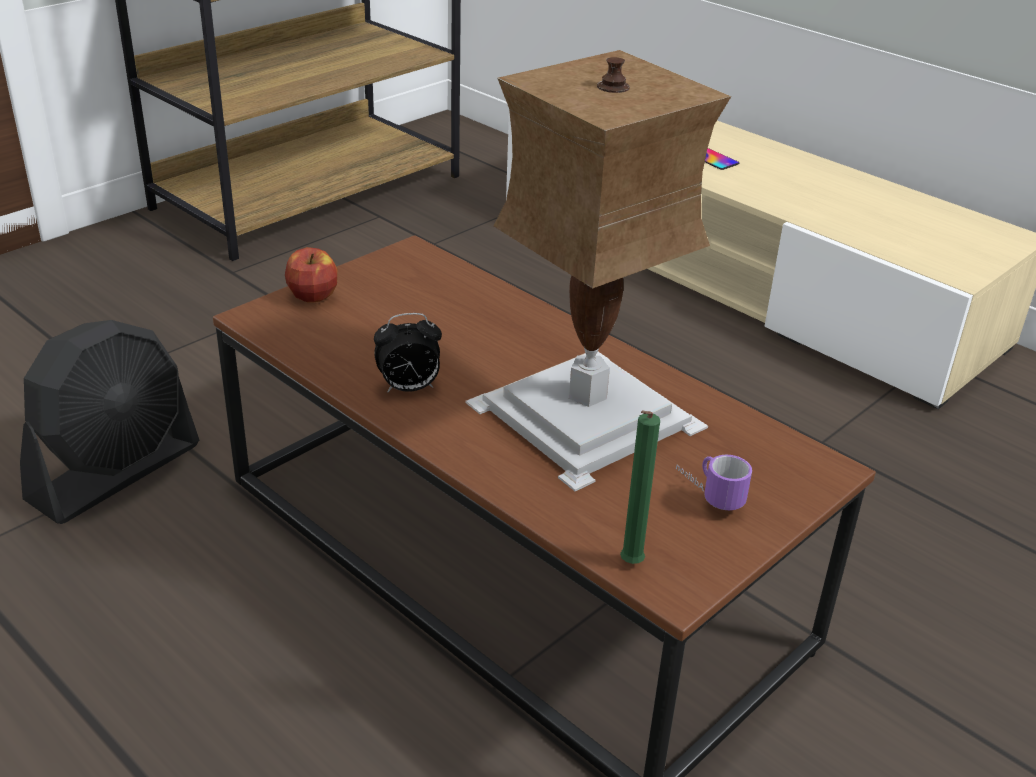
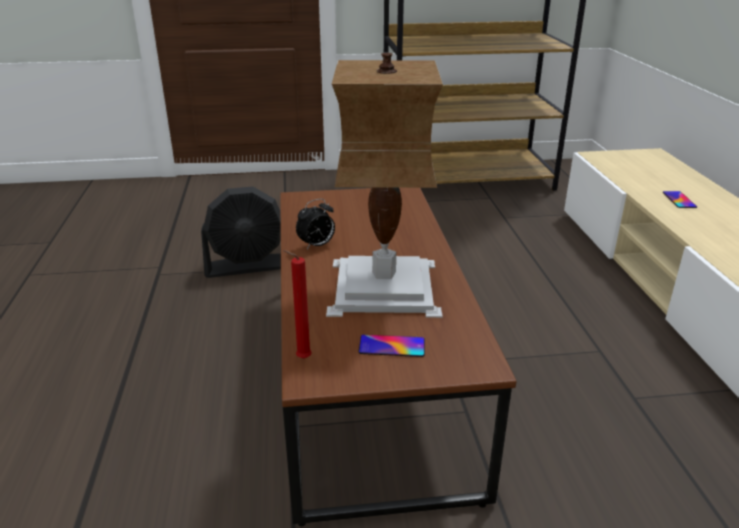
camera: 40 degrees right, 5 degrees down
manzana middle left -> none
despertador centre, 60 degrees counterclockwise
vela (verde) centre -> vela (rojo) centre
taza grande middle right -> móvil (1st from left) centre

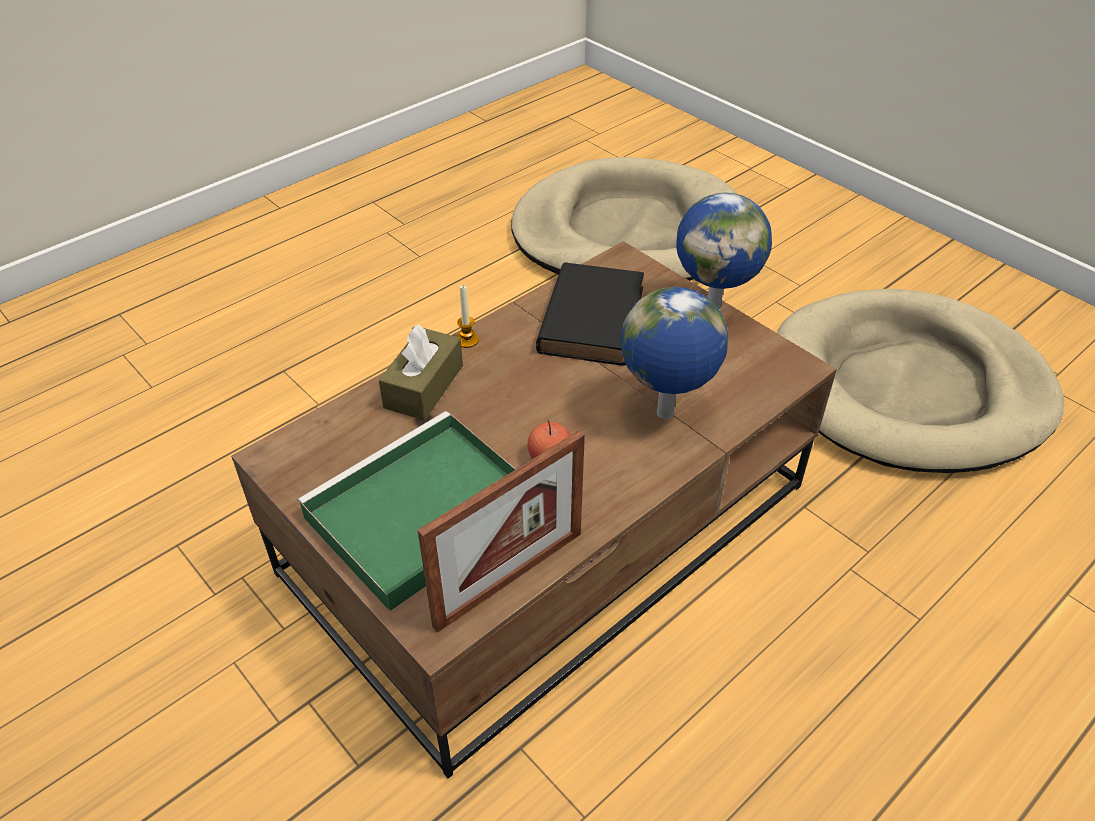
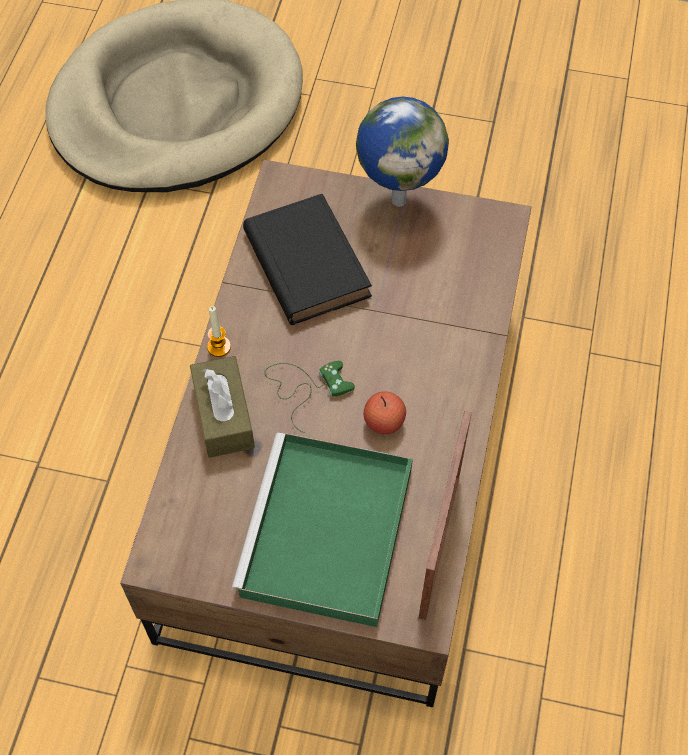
camera: 35 degrees left, 15 degrees up
globo terráqueo (1st from left) centre -> none
cama para perro (beis) (2nd from left) middle right -> none
none -> mando de consola (verde) centre

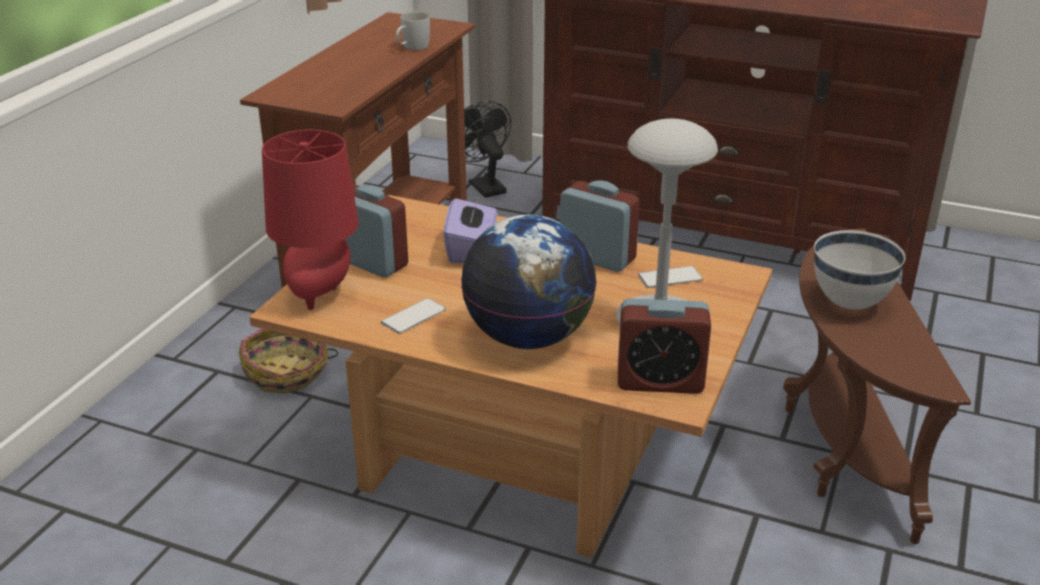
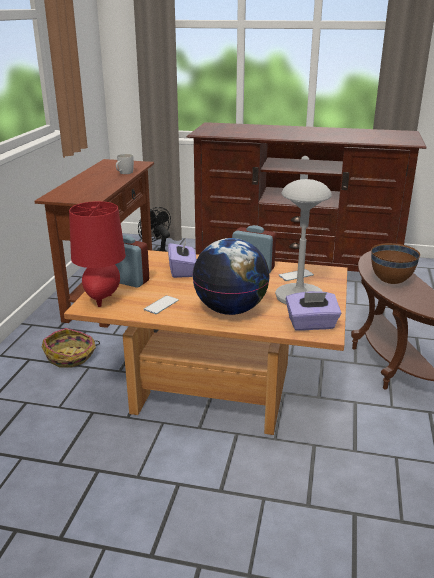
camera: 10 degrees left, 5 degrees down
cuenco (blanco) middle right -> cuenco (marrón) middle right
despertador (3rd from left) centre -> caja de pañuelos (morado) (2nd from left) middle right

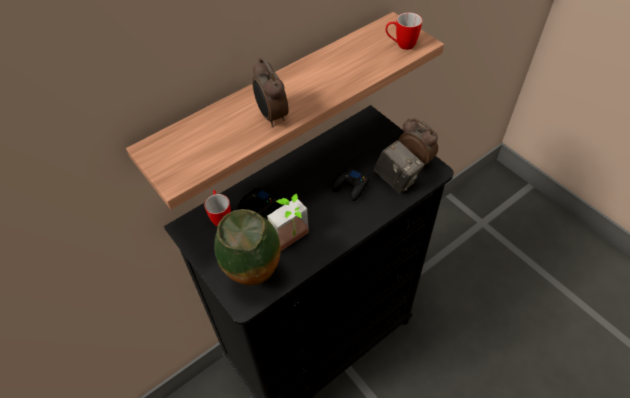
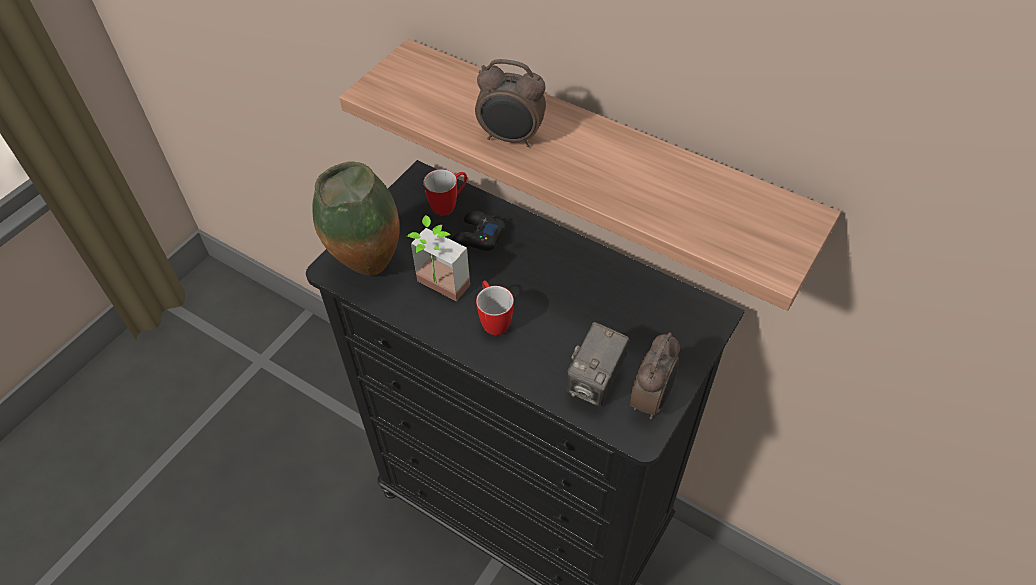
camera: 70 degrees right, 0 degrees up
taza grande (2nd from left) top centre -> taza grande (2nd from left) centre, move
despertador (1st from left) top centre, 120 degrees counterclockwise
mando de consola (negro) (2nd from left) centre -> none

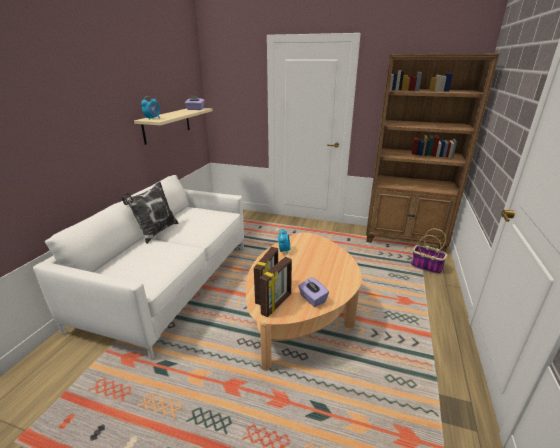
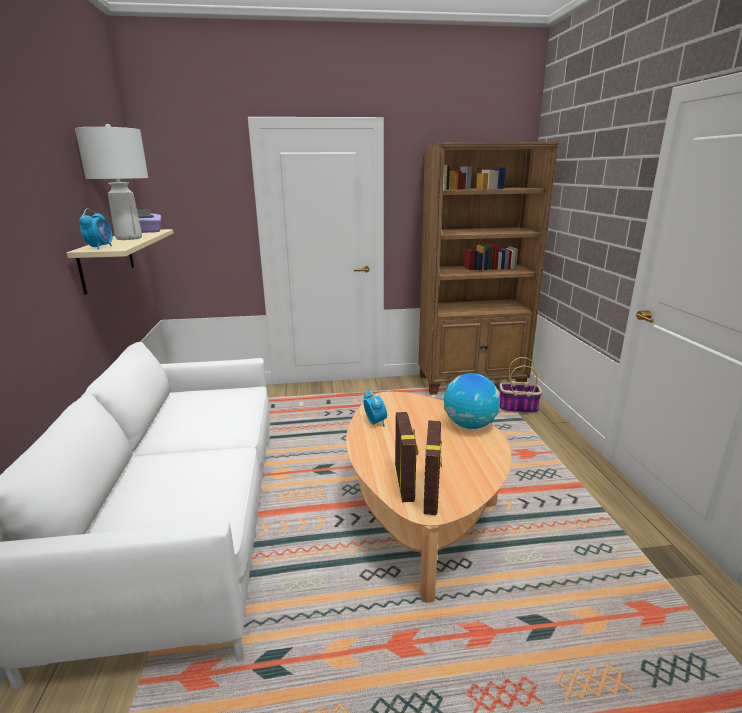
camera: 25 degrees left, 5 degrees down
cojín middle left -> none
caja de pañuelos (morado) (2nd from left) centre -> none
none -> lámpara de mesa (blanco) top left
none -> globo terráqueo centre

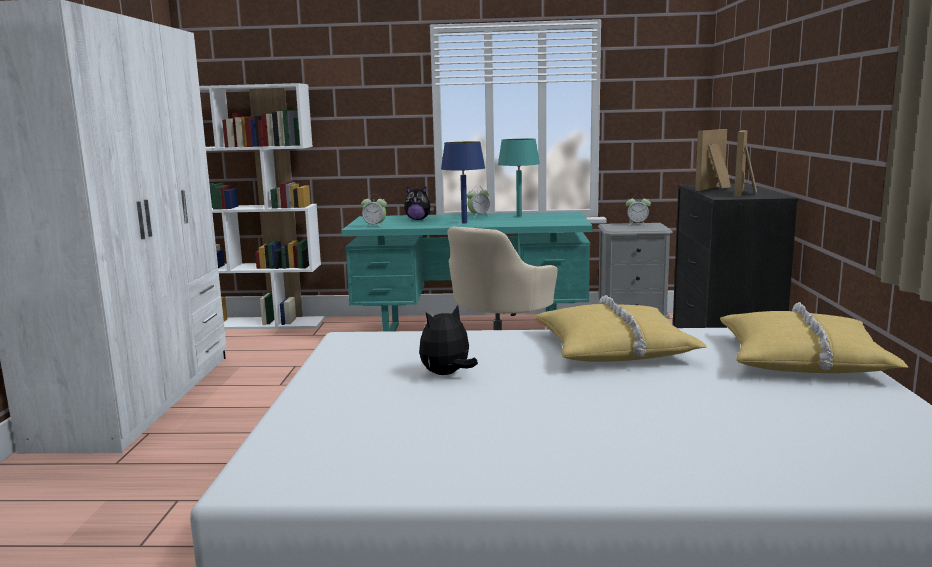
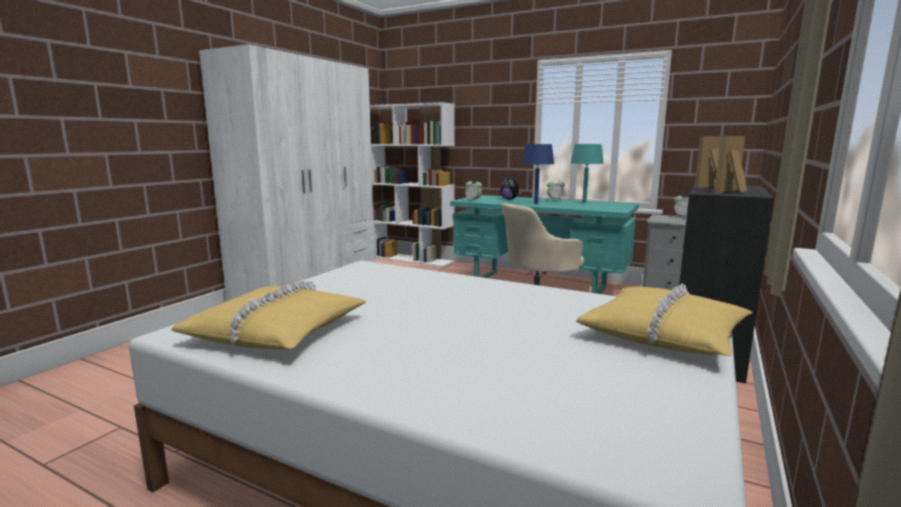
camera: 25 degrees right, 0 degrees up
cojín (amarillo) (1st from left) centre -> cojín (amarillo) (1st from left) middle left, move
peluche (2nd from left) centre -> none

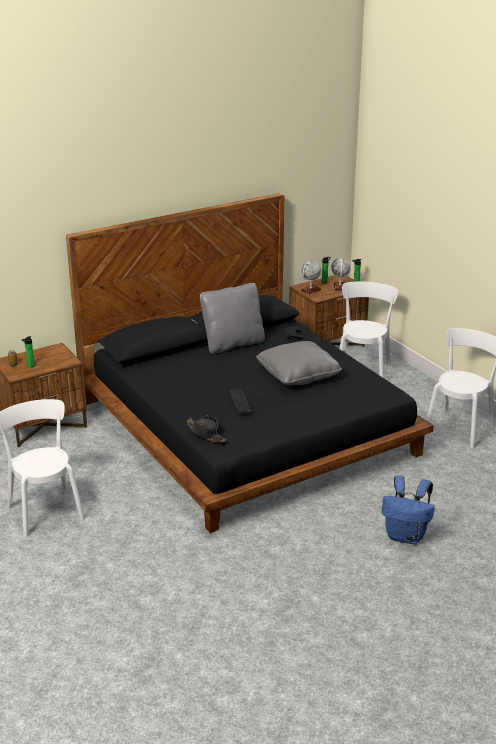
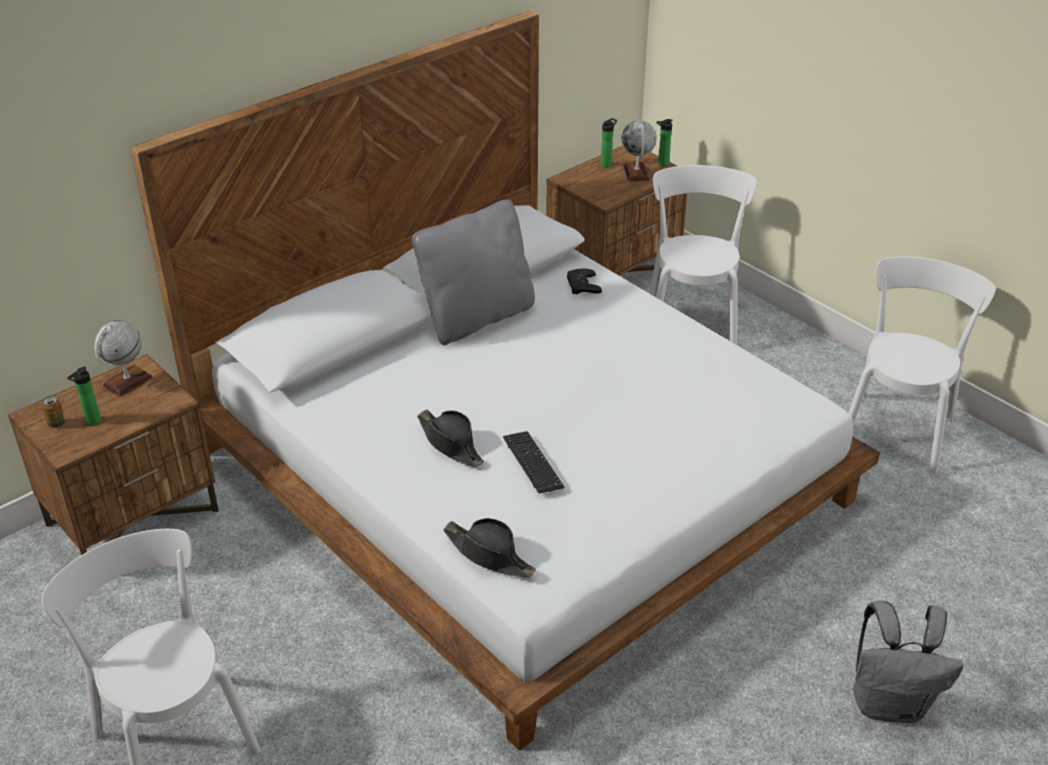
camera: 10 degrees left, 10 degrees up
cama (negro) centre -> cama (blanco) centre
globo terráqueo (1st from left) centre -> globo terráqueo (1st from left) middle left, move
cojín (gris) (2nd from left) centre -> none
mochila (azul) bottom right -> mochila (gris) bottom right
none -> sombrero (negro) (1st from left) centre

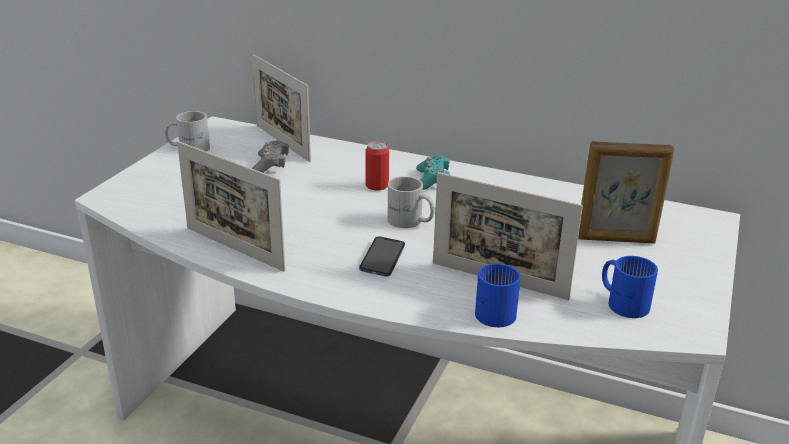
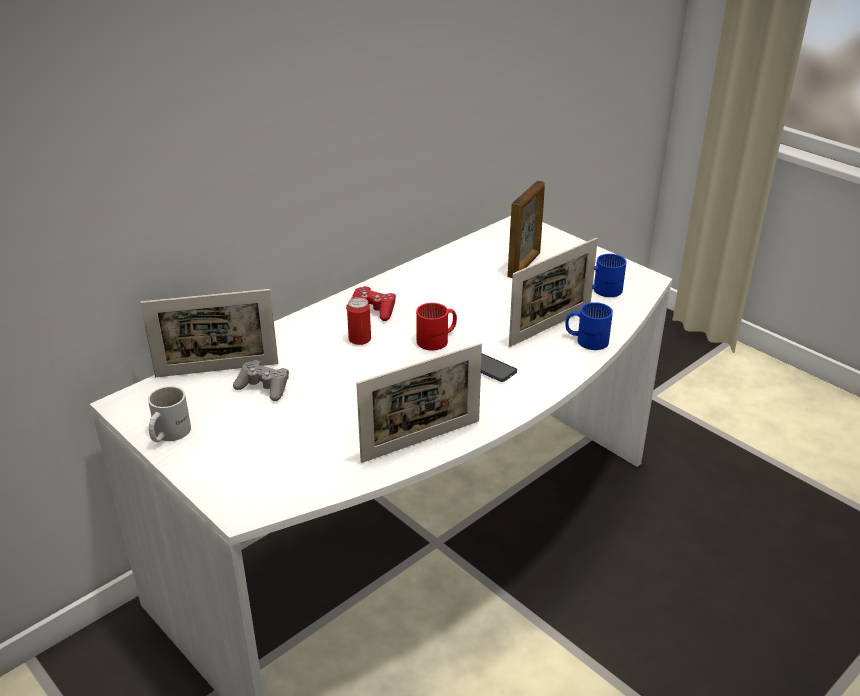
camera: 65 degrees left, 5 degrees up
mando de consola (turquesa) centre -> mando de consola (rojo) centre
taza grande (blanco) (2nd from left) centre -> taza grande (rojo) centre

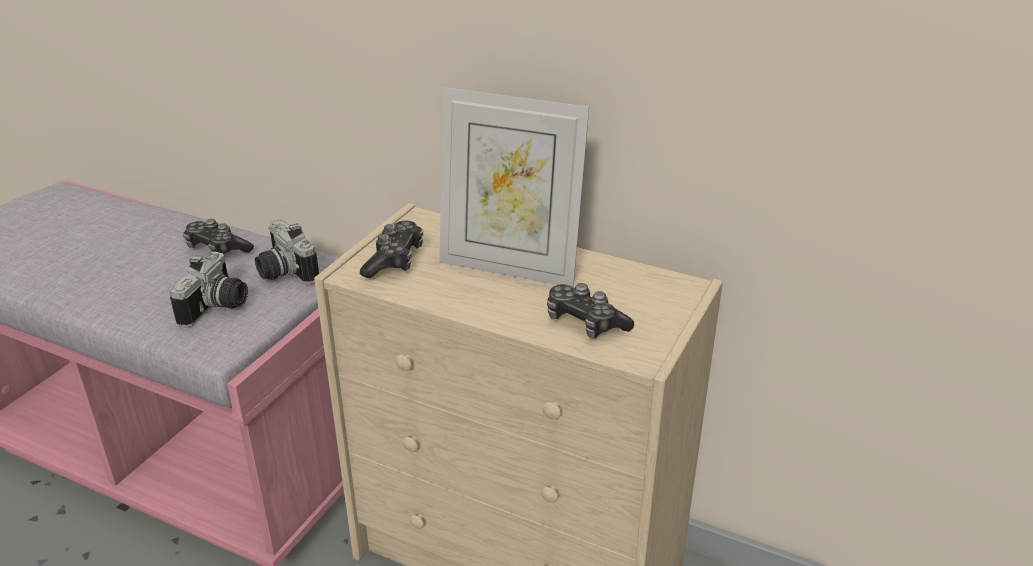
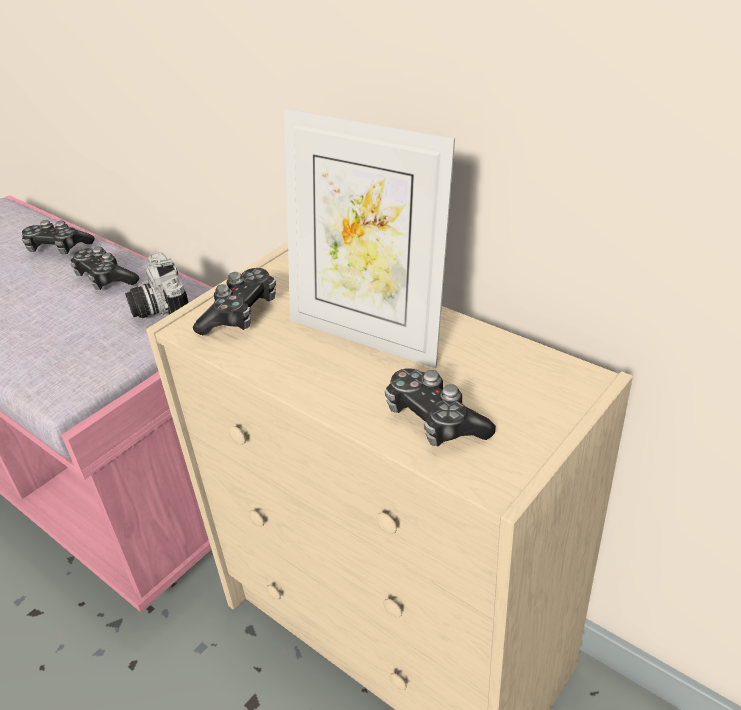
camera: 15 degrees right, 5 degrees up
cámara (1st from left) middle left -> none
none -> mando de consola (1st from left) middle left

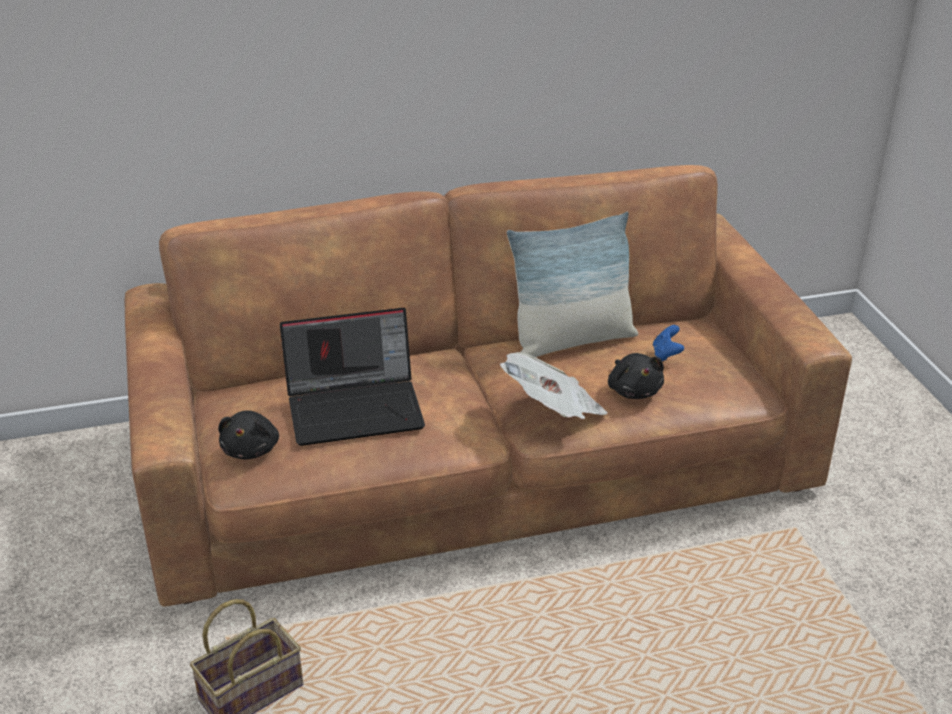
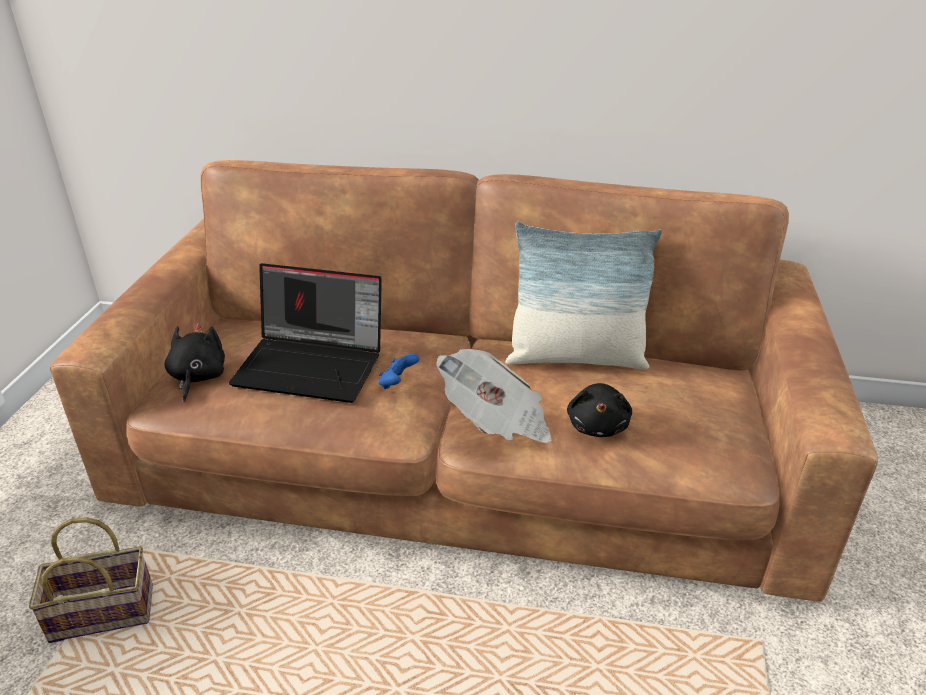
camera: 25 degrees right, 0 degrees up
mando de consola (azul) middle right -> mando de consola (azul) centre, move
peluche (negro) (1st from left) middle left, 150 degrees clockwise

